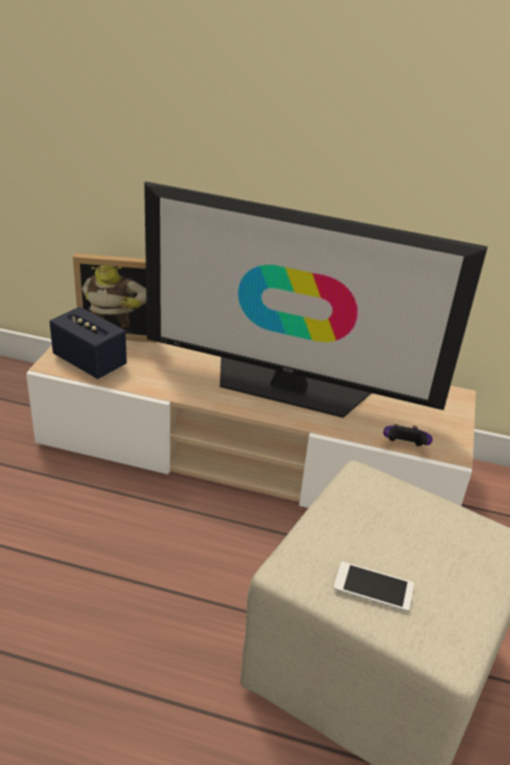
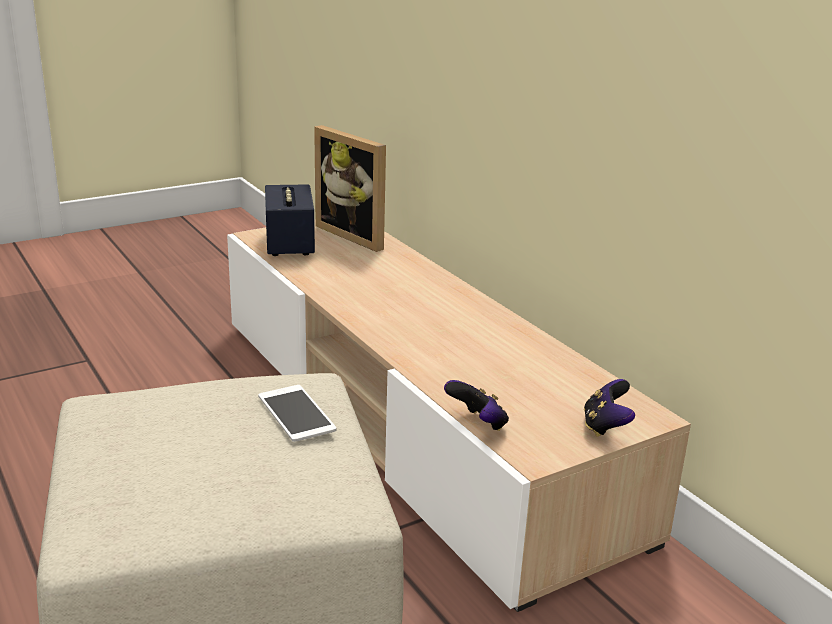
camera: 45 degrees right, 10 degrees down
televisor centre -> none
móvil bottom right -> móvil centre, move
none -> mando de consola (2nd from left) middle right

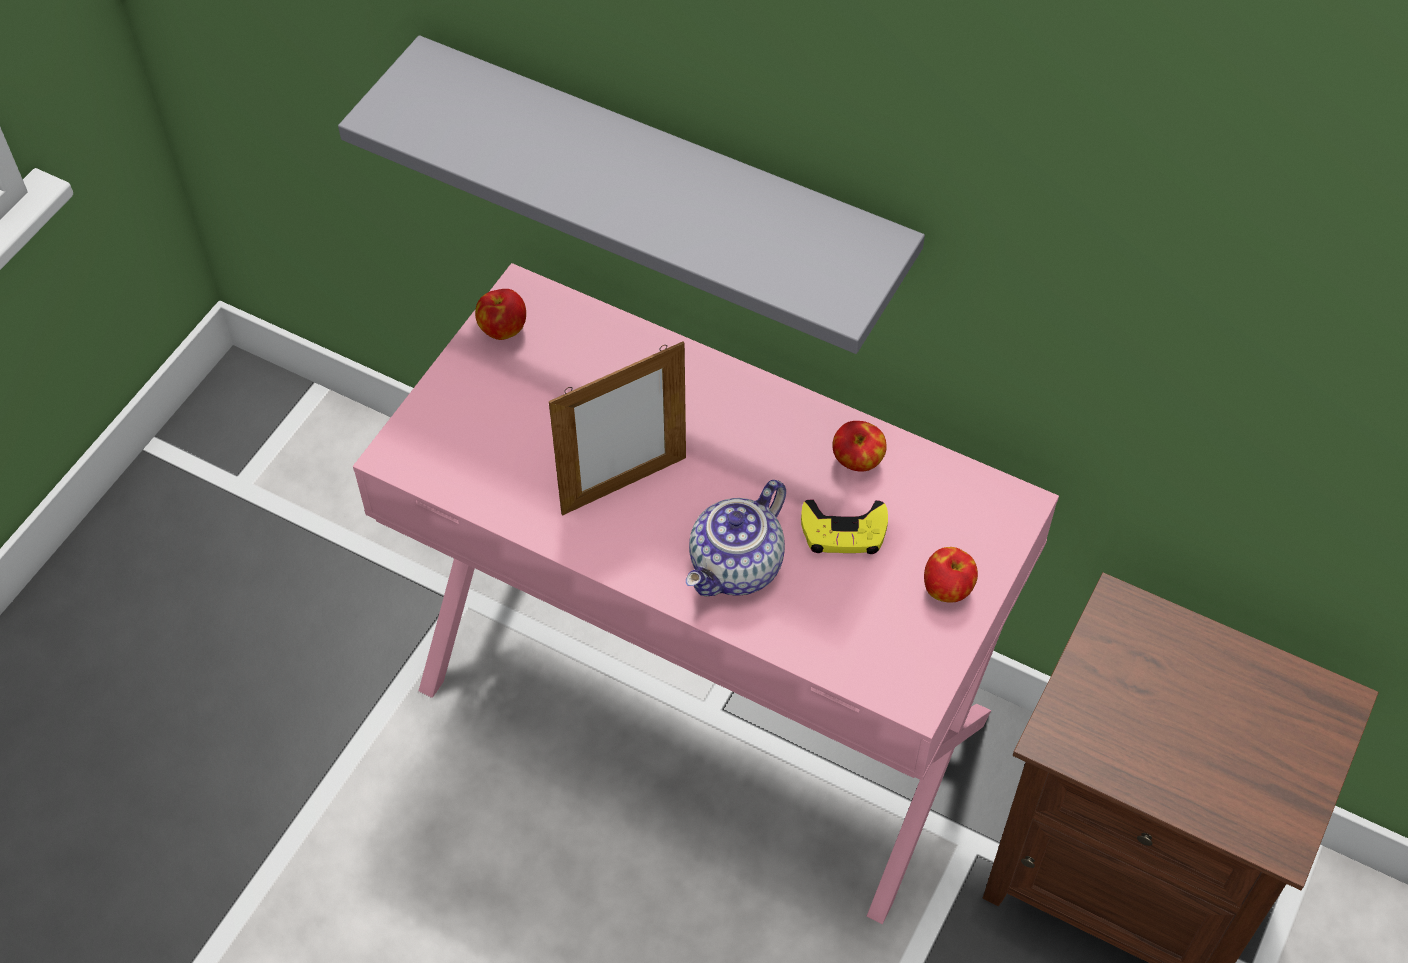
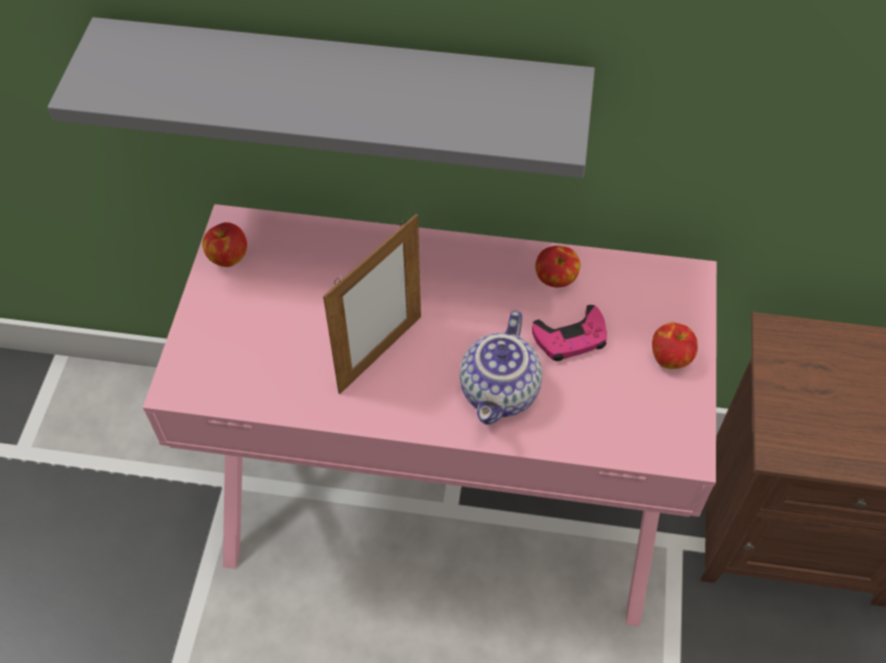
camera: 20 degrees left, 0 degrees up
mando de consola (amarillo) centre -> mando de consola (rosa) centre

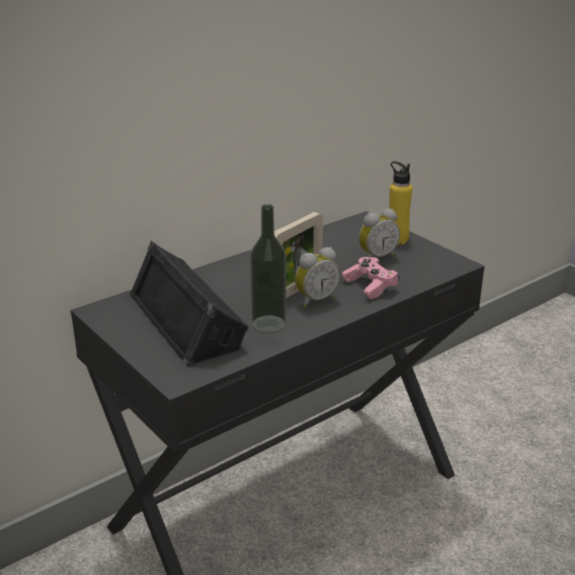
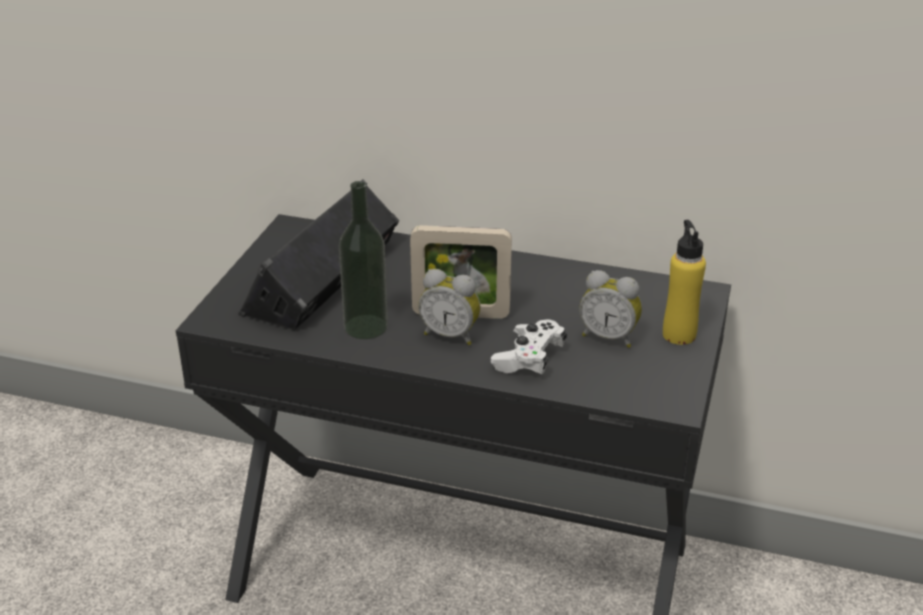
camera: 55 degrees right, 5 degrees up
mando de consola (rosa) centre -> mando de consola (blanco) centre

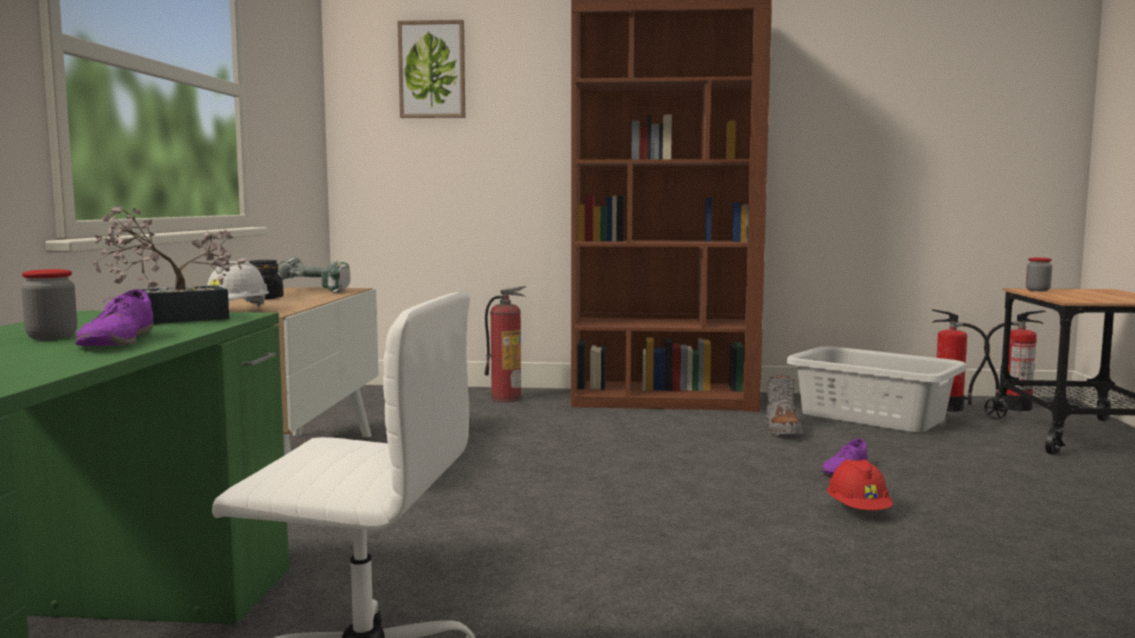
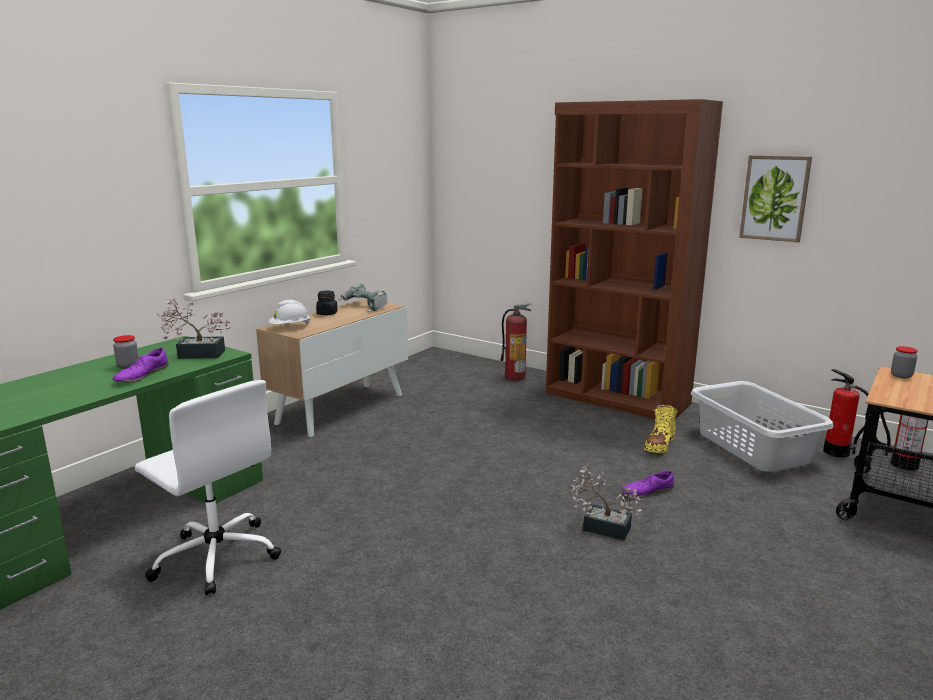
camera: 30 degrees right, 10 degrees up
cuadro top centre -> cuadro top right, move
bota (gris) middle right -> bota (amarillo) middle right
casco (rojo) bottom right -> planta en maceta (2nd from left) bottom centre

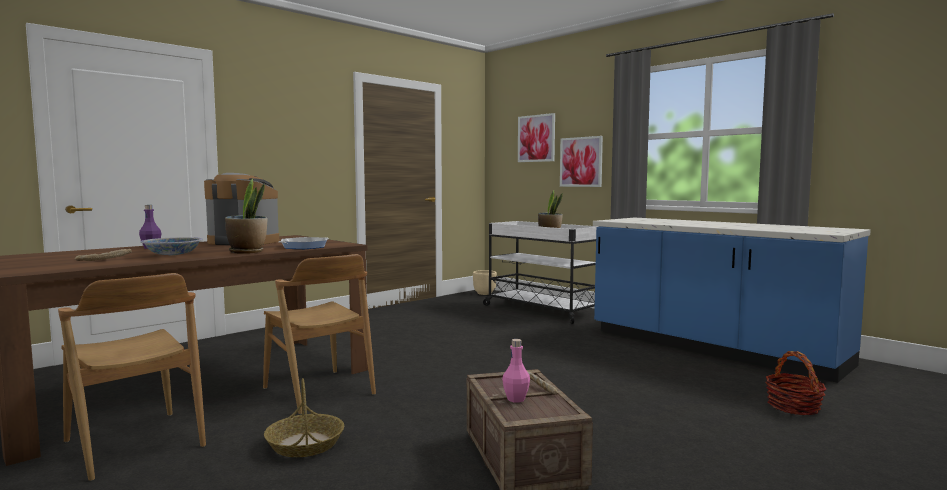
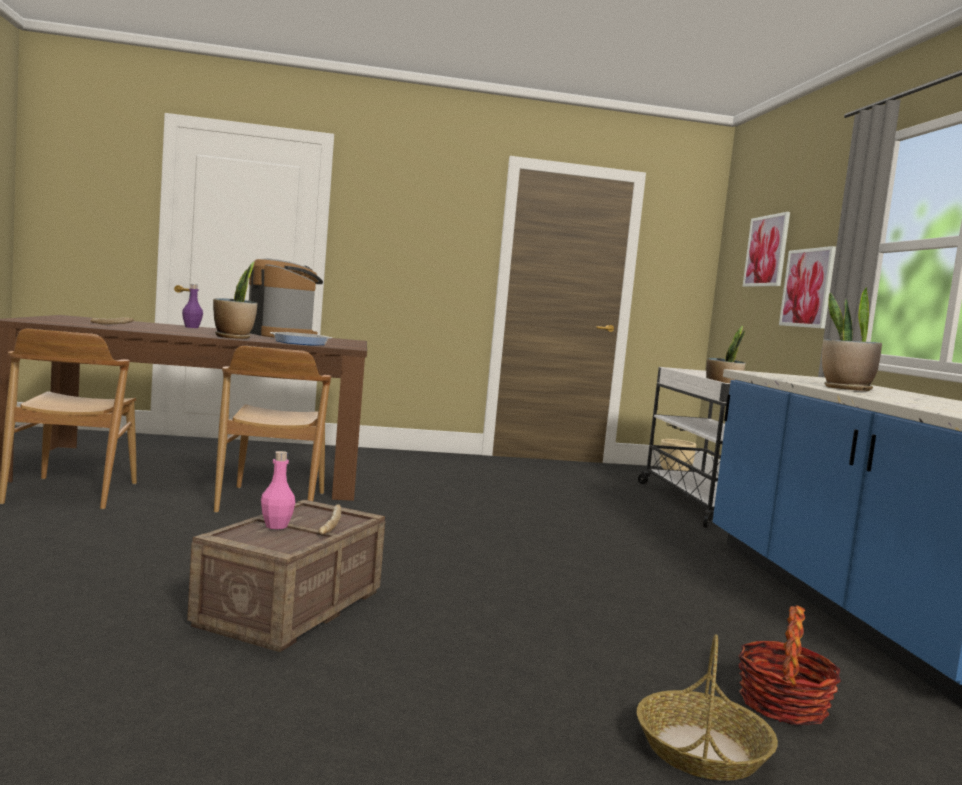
camera: 35 degrees right, 0 degrees up
cuenco middle left -> none
cesta (1st from left) bottom left -> cesta (1st from left) bottom right, move
none -> planta en maceta (3rd from left) middle right

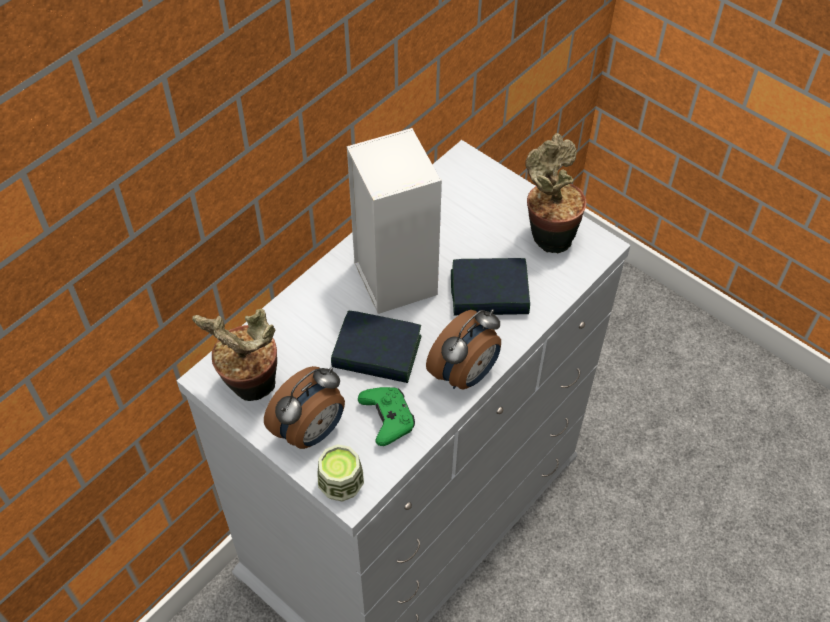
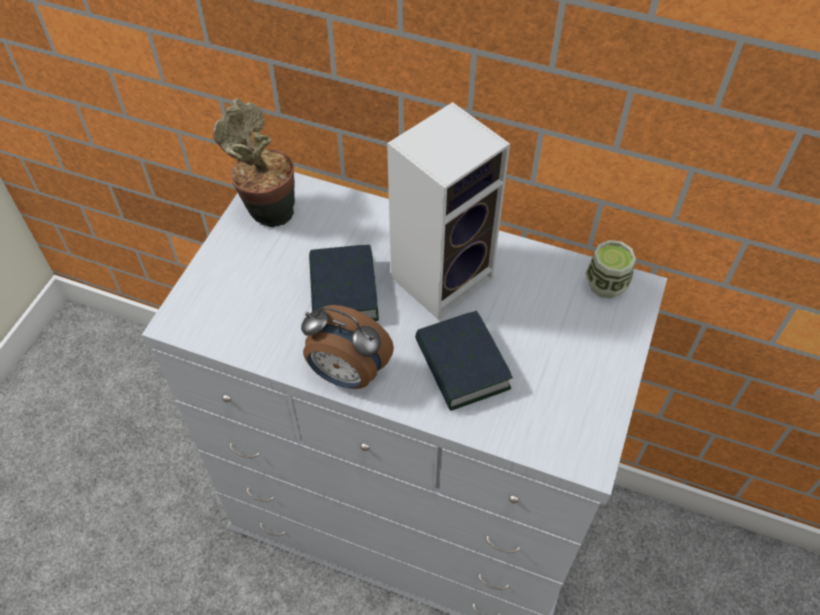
camera: 70 degrees right, 0 degrees up
planta en maceta (2nd from left) top right -> none
despertador (1st from left) centre -> none
mando de consola (verde) bottom centre -> none
taza bottom centre -> taza middle right, move

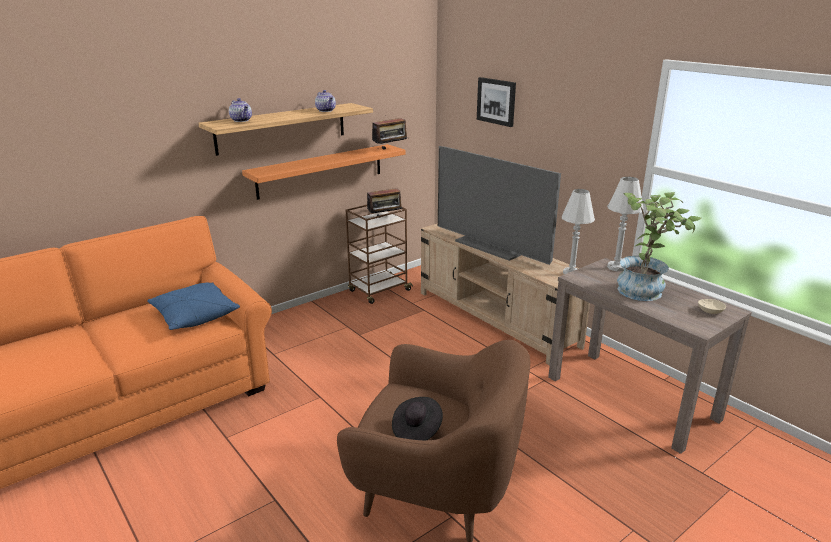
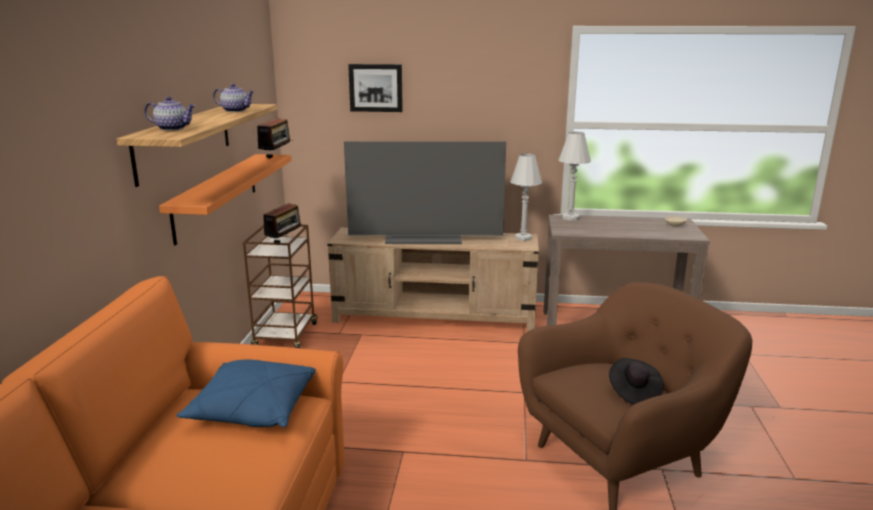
camera: 45 degrees left, 5 degrees down
planta en maceta middle right -> none

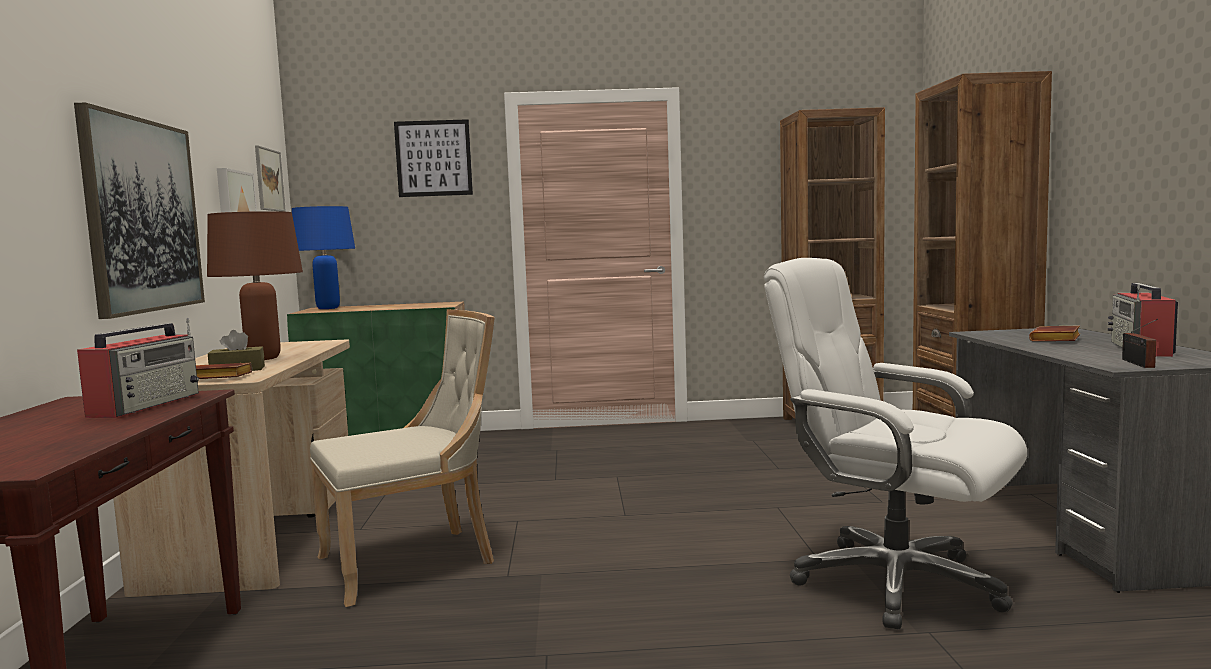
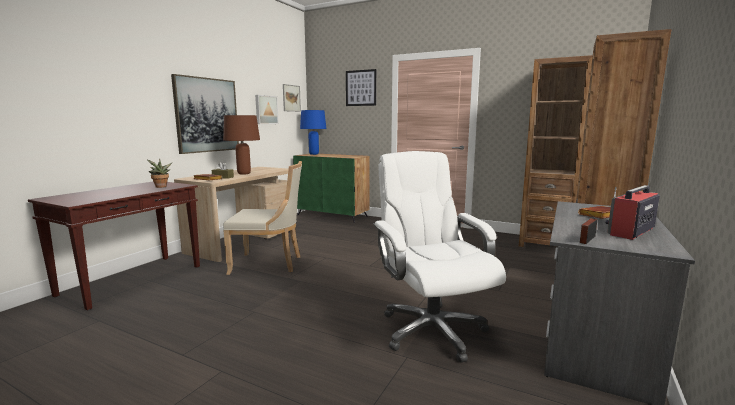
camera: 30 degrees right, 5 degrees up
radio (1st from left) middle left -> planta en maceta middle left

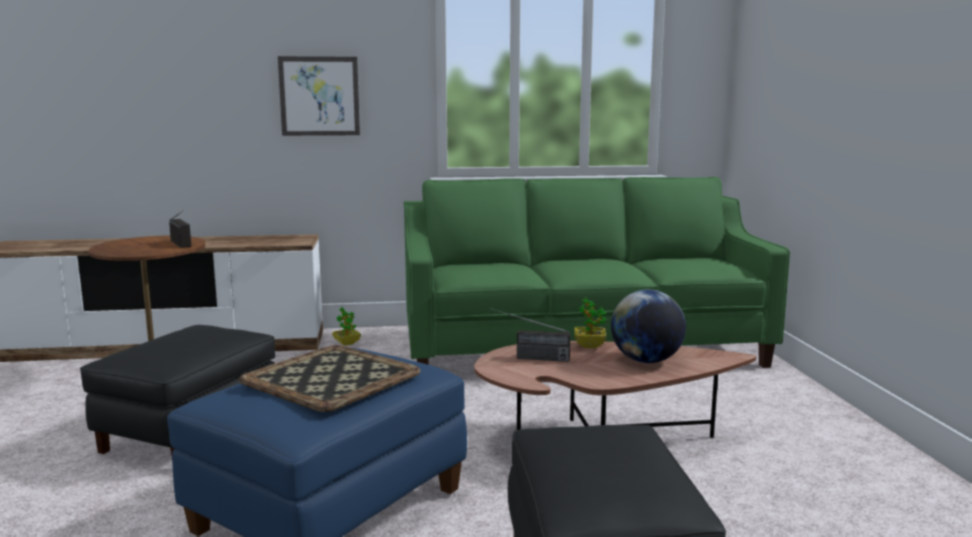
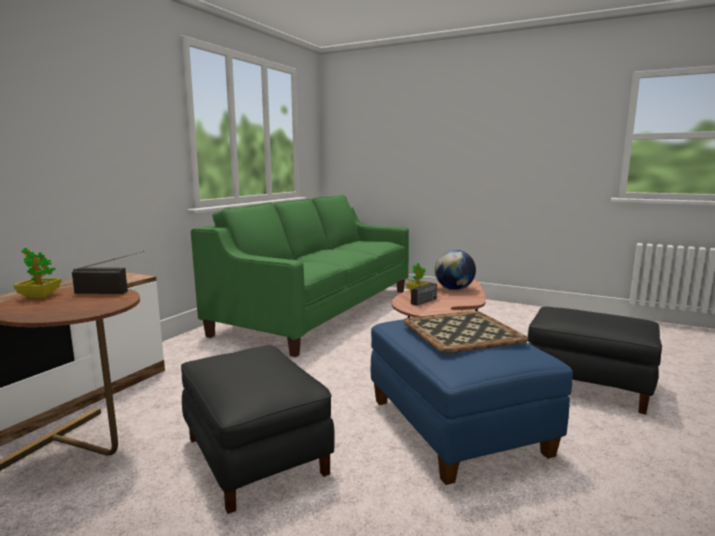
camera: 55 degrees left, 0 degrees up
cuadro top left -> none
planta en maceta (1st from left) centre -> planta en maceta (1st from left) middle left, move

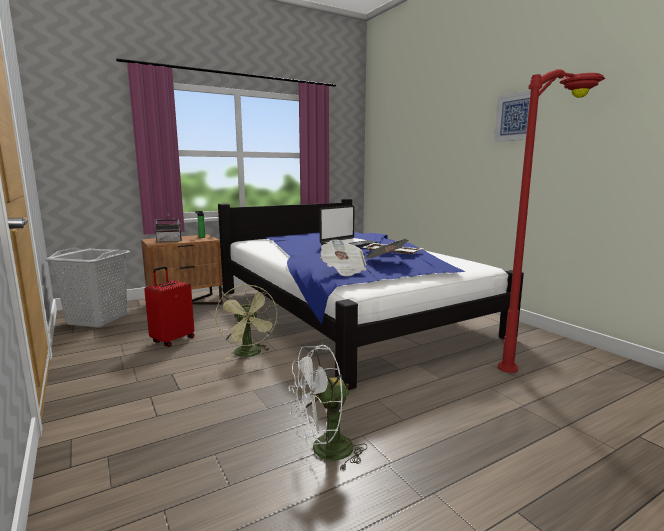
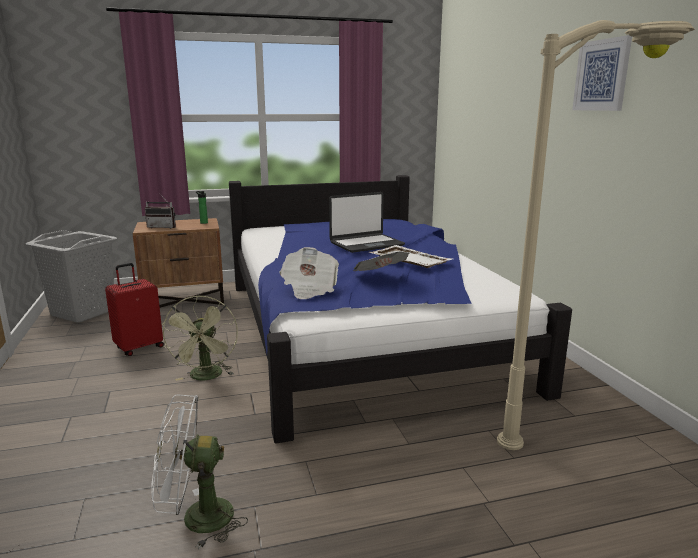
camera: 15 degrees right, 5 degrees up
lámpara de pie (rojo) middle right -> lámpara de pie (beis) middle right

